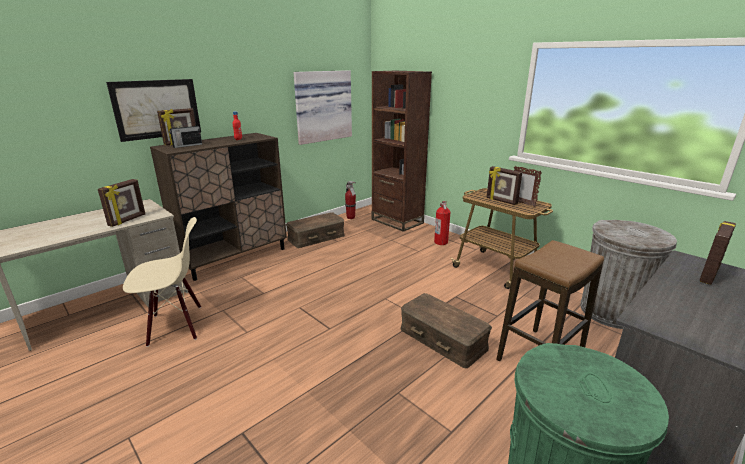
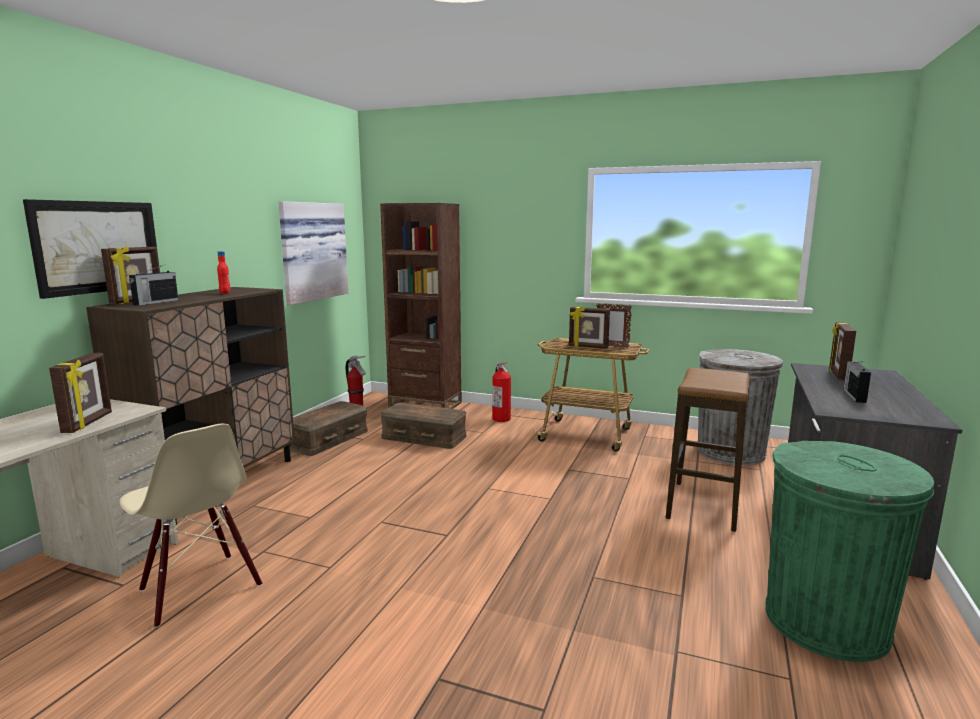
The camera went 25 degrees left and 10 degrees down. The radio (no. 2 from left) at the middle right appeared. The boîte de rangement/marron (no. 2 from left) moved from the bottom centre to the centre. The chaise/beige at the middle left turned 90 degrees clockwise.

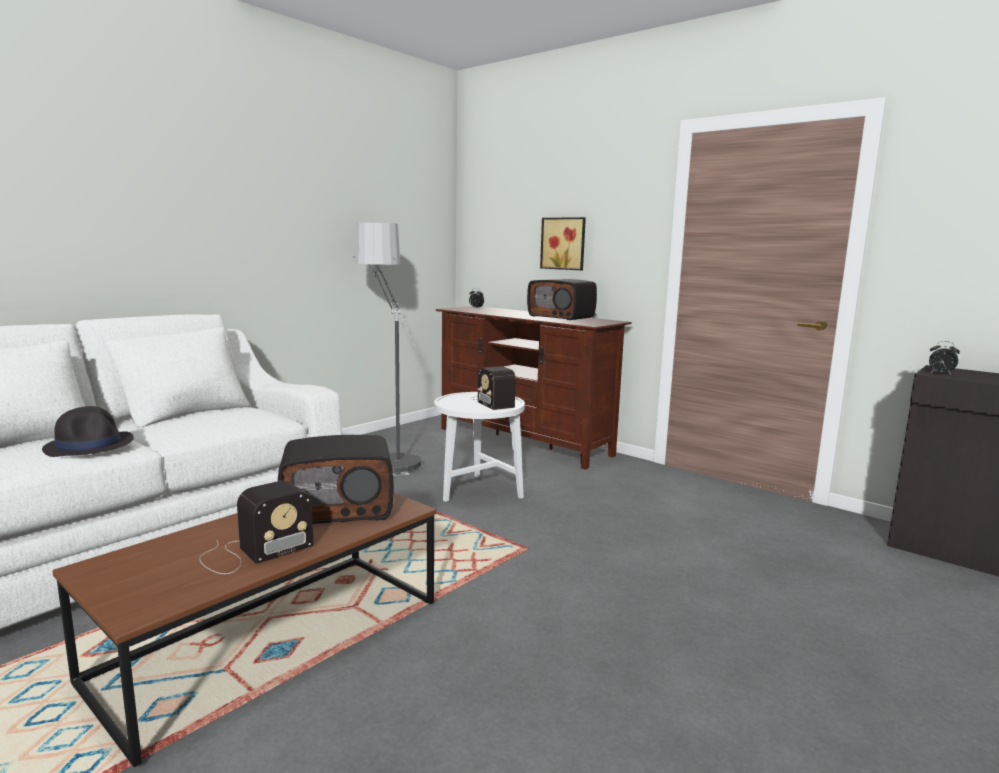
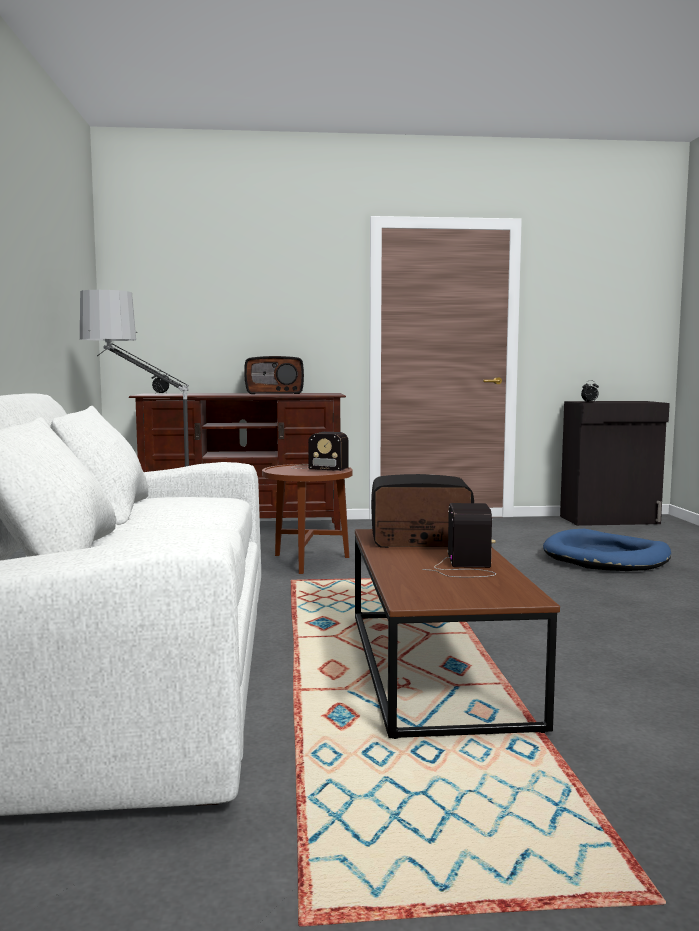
The camera went 45 degrees left and 5 degrees down. The chapeau/noir at the middle left disappeared. The tableau at the top centre disappeared. The panier pour chien/bleu at the middle right appeared. The table d'appoint/blanc at the centre became the table d'appoint/marron at the centre. The radio (no. 2 from left in the first image) at the centre turned 120 degrees counterclockwise.

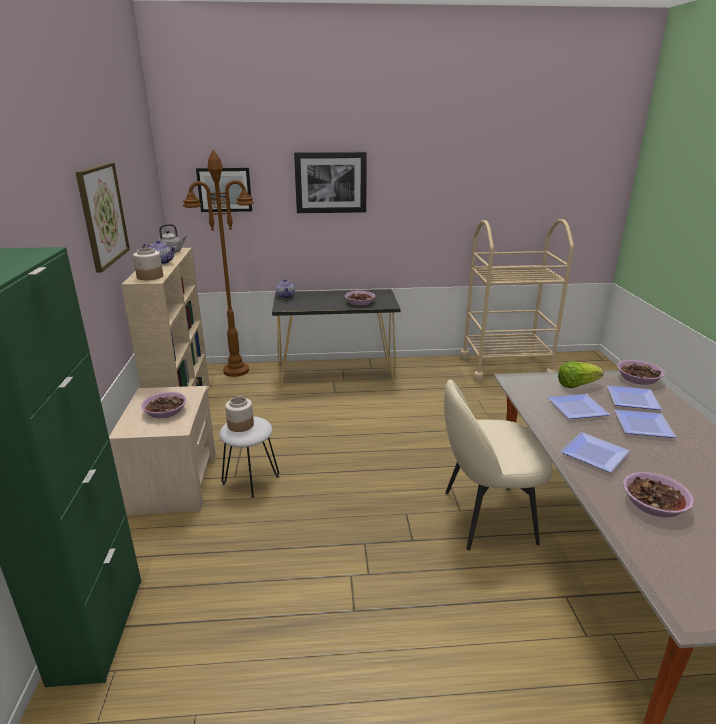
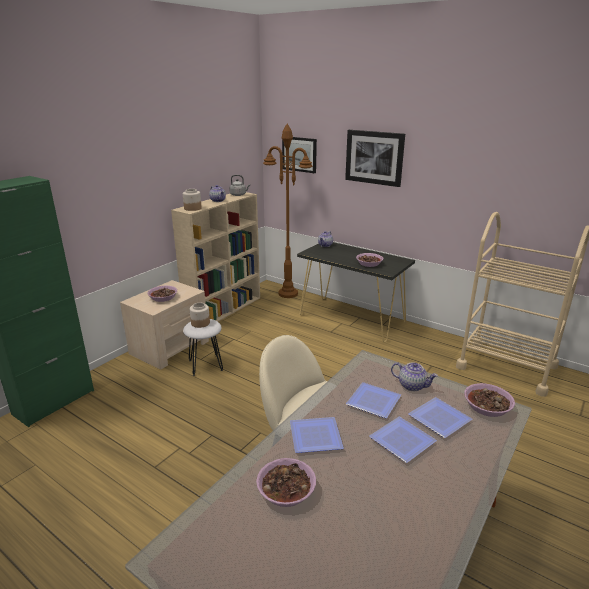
The camera went 40 degrees right and 0 degrees up. The tableau (no. 1 from left) at the top left disappeared. The laitue at the middle right was replaced by the théière (no. 3 from left) at the middle right.

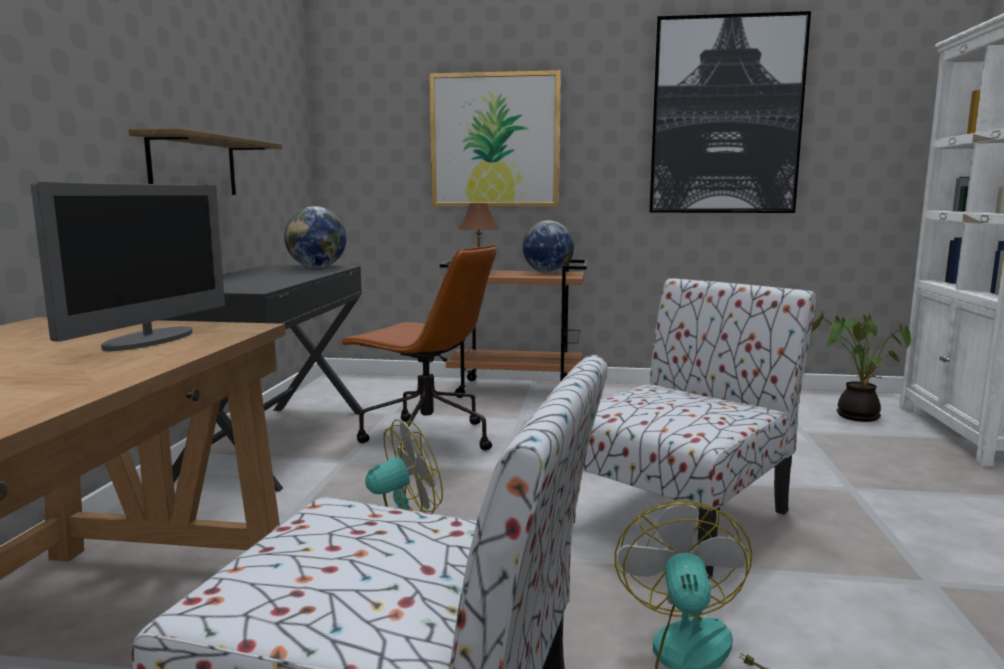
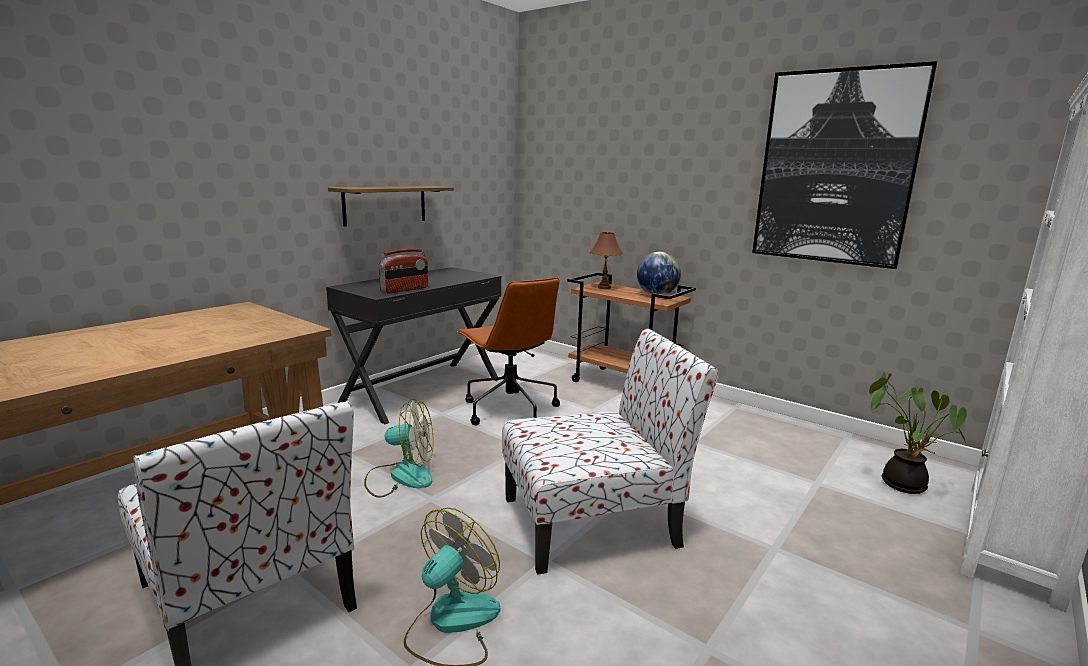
The camera went 30 degrees right and 5 degrees up. The écran d'ordinateur at the middle left disappeared. The globe (no. 1 from left) at the middle left disappeared. The tableau (no. 1 from left) at the top centre disappeared. The radio at the centre appeared.

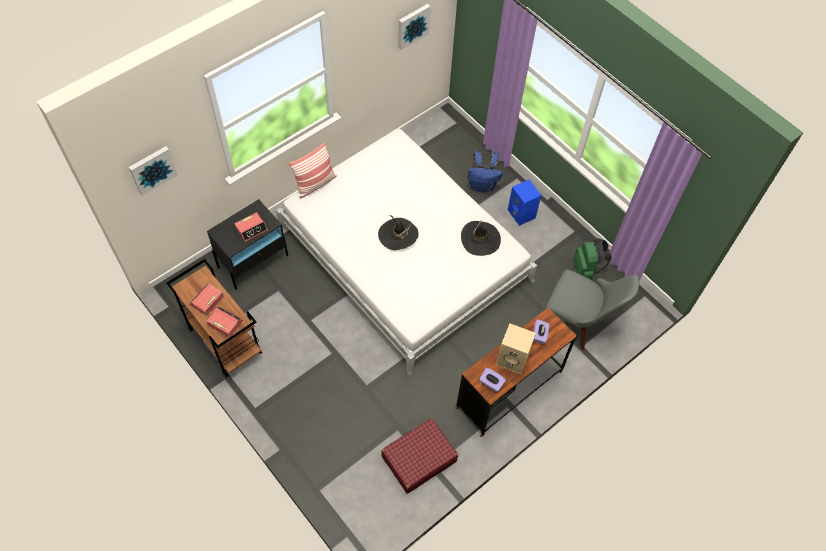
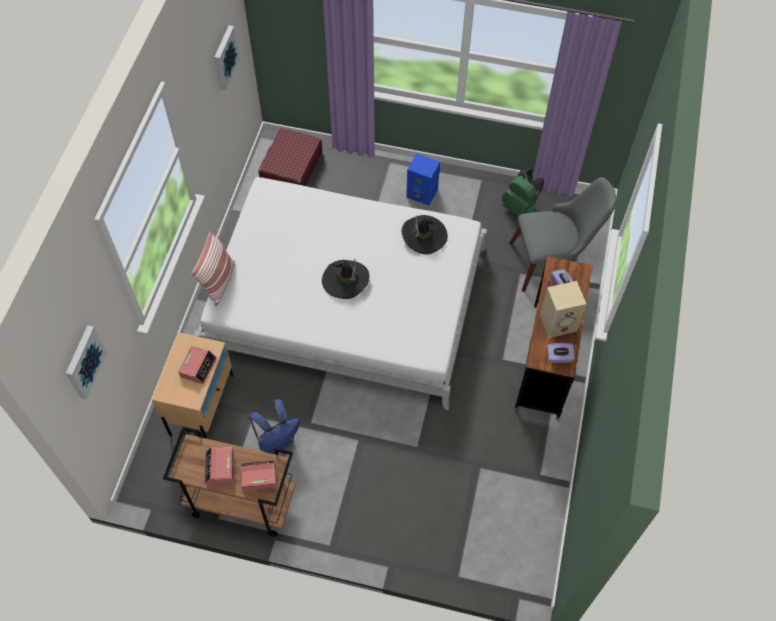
The camera went 35 degrees left and 0 degrees up. The valise/rouge moved from the bottom centre to the top centre. The sac à dos/bleu moved from the top centre to the bottom centre. The table de chevet/noir at the middle left became the table de chevet/beige at the middle left.

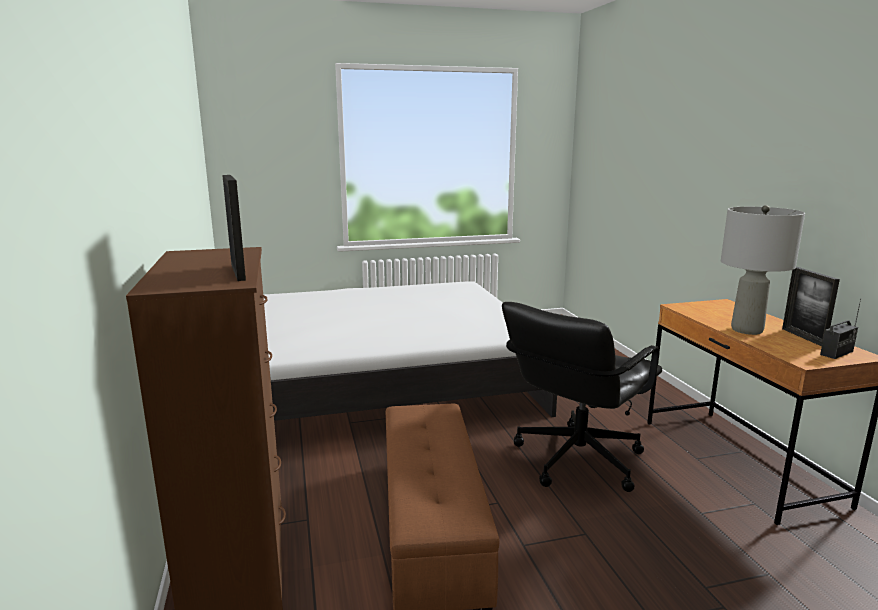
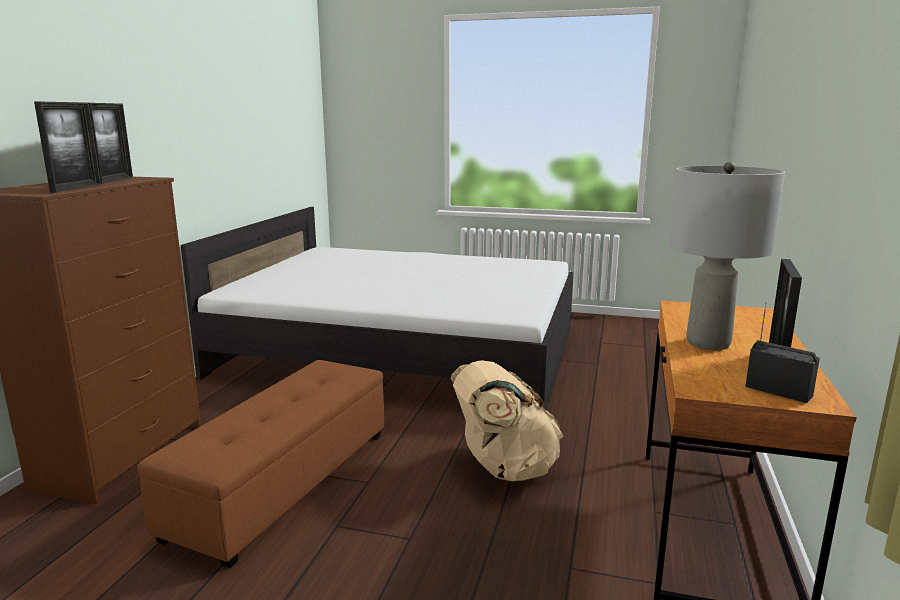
The camera went 30 degrees right and 0 degrees up. The cadre photo (no. 2 from left) at the top left appeared. The chaise de bureau/noir at the centre was replaced by the sac à dos/beige at the bottom centre. The radio at the middle right turned 135 degrees counterclockwise.

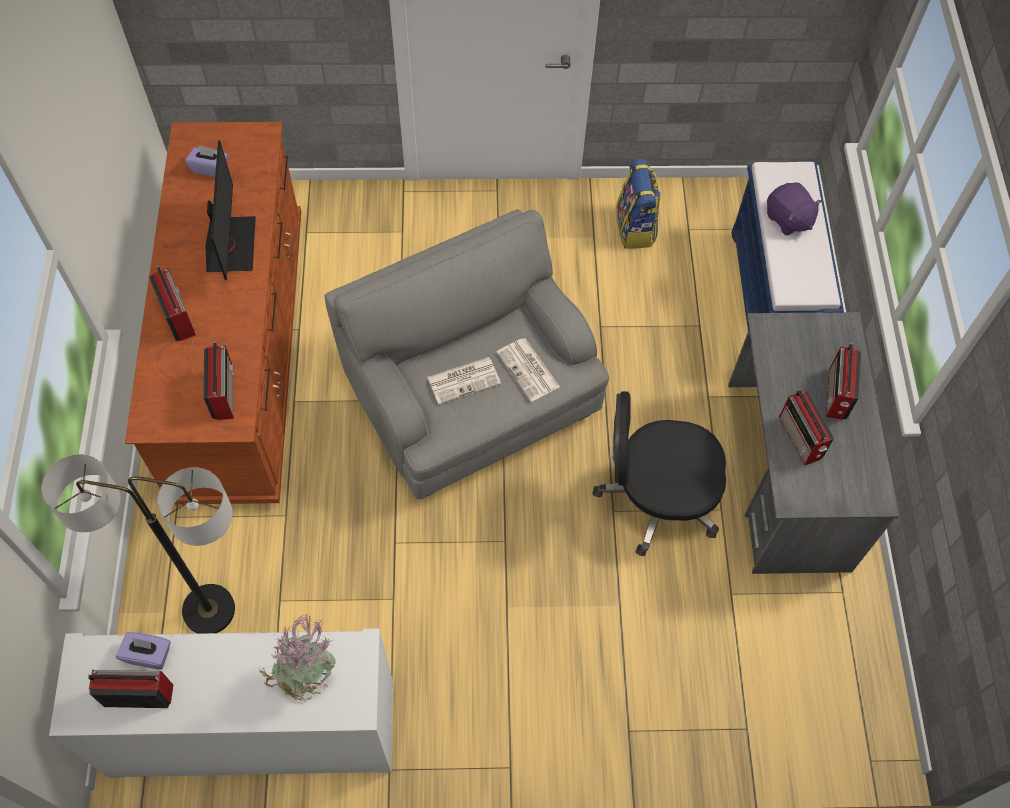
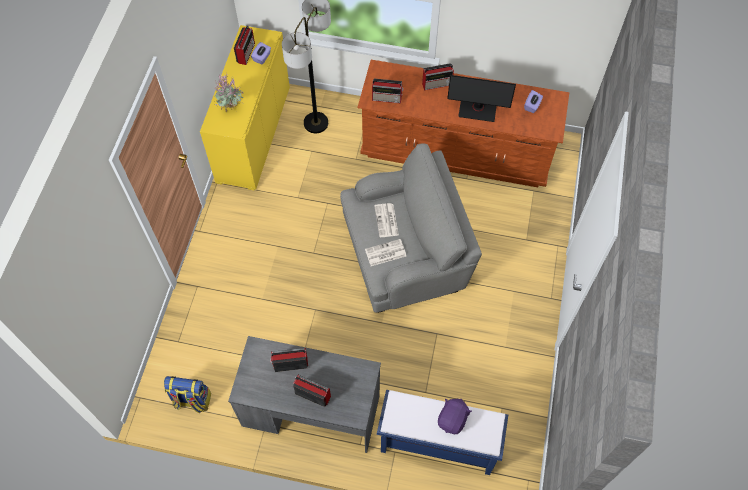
The camera went 105 degrees right and 0 degrees up. The chaise de bureau/noir at the centre disappeared. The sac à dos moved from the top centre to the bottom left. The meuble de rangement/blanc at the bottom left became the meuble de rangement/jaune at the top left. The peluche/violet at the top right turned 135 degrees clockwise.

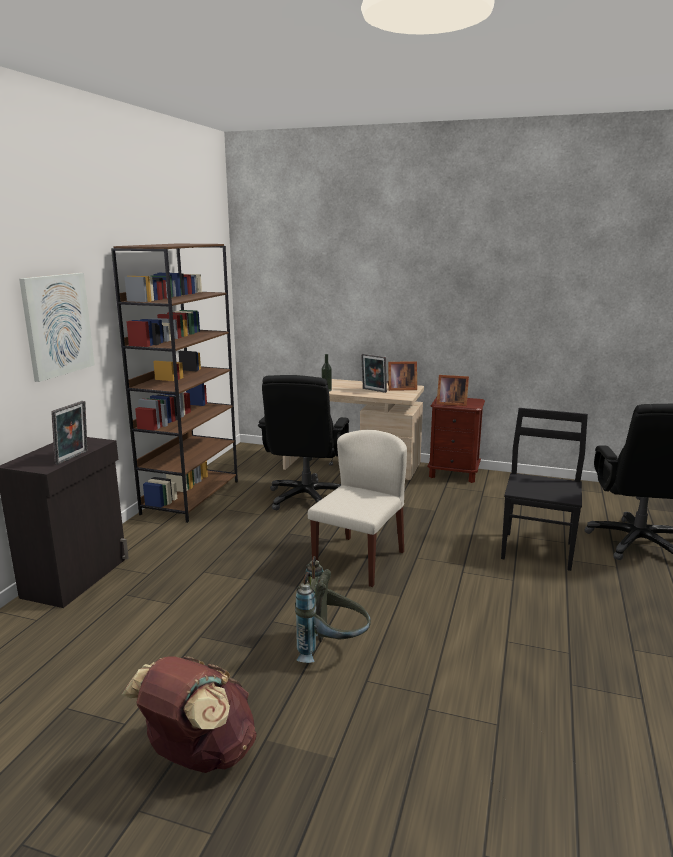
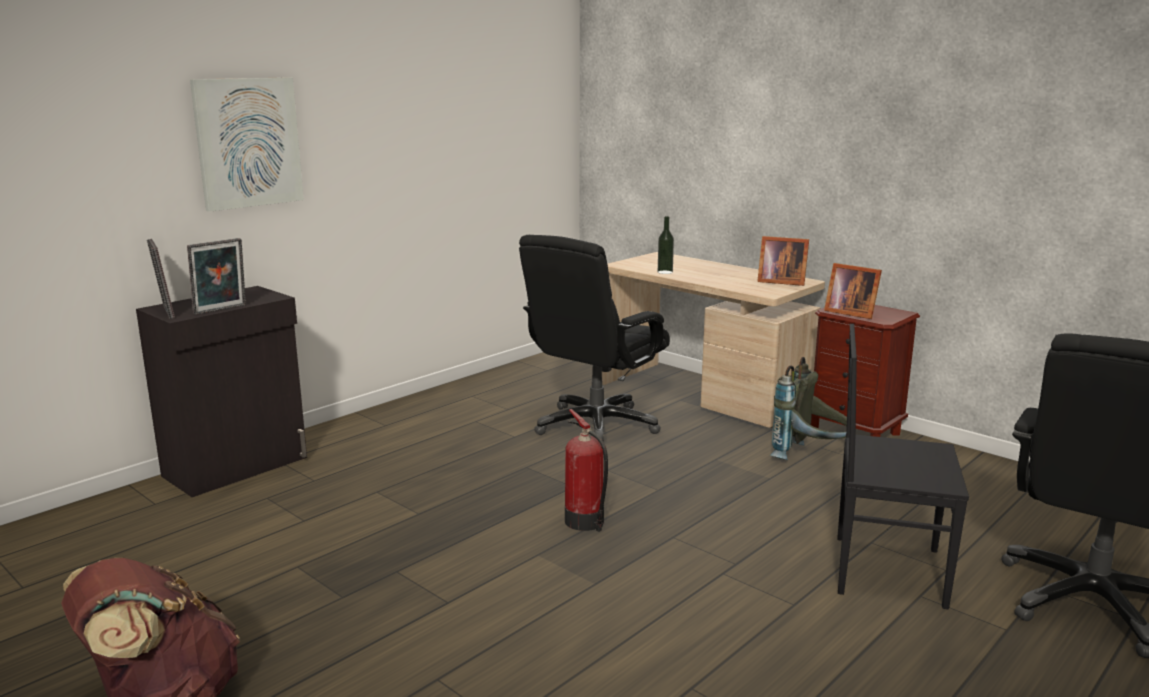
The camera went 25 degrees right and 0 degrees up. The bibliothèque/marron at the middle left disappeared. The sac à dos/gris moved from the bottom centre to the middle right. The cadre photo (no. 2 from left in the first image) moved from the centre to the middle left. The chaise/beige at the centre was replaced by the extincteur at the bottom centre. The chaise/noir at the middle right turned 120 degrees counterclockwise.

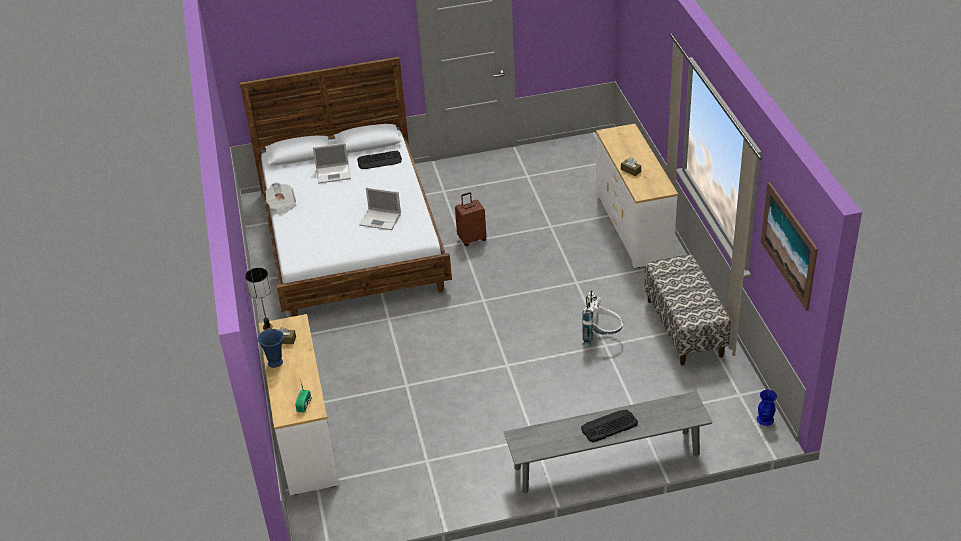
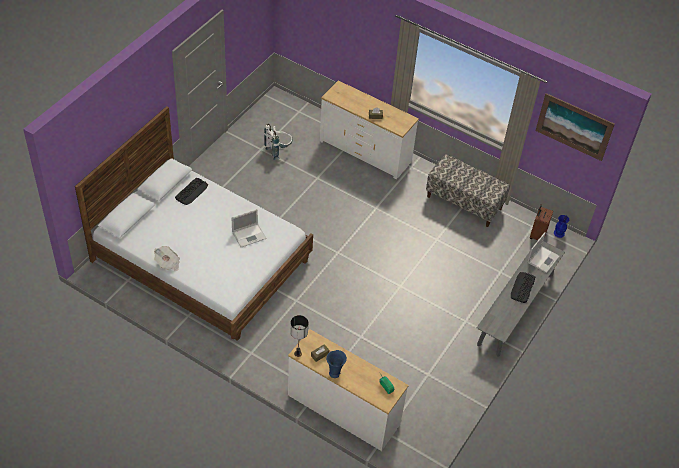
The camera went 50 degrees left and 10 degrees up. The ordinateur portable (no. 1 from left in the first image) moved from the top centre to the middle right. The valise/marron moved from the centre to the middle right. The sac à dos/blanc moved from the centre to the top centre.

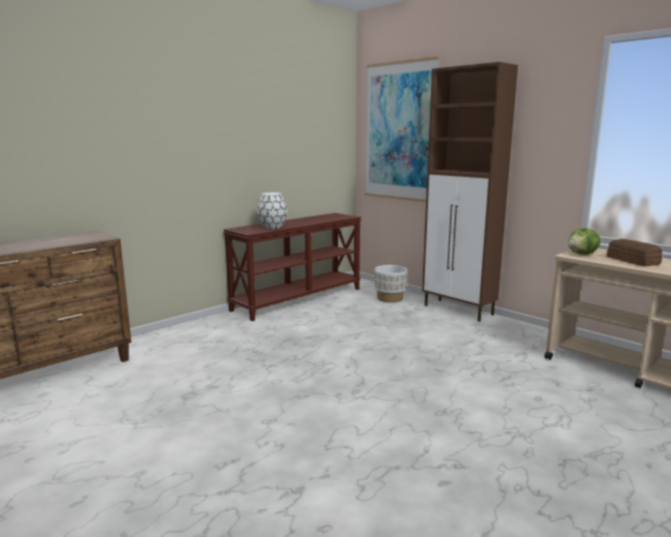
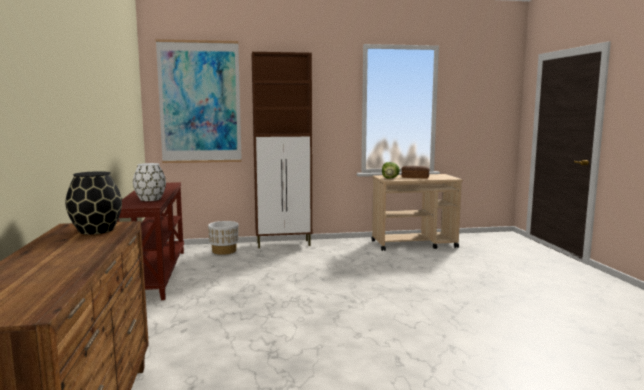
The camera went 55 degrees left and 5 degrees down. The vase/noir at the middle left appeared.

